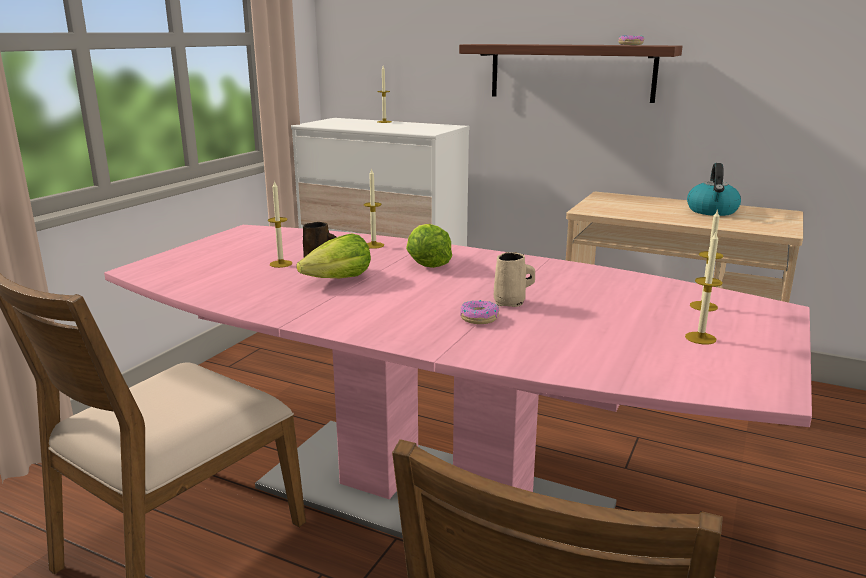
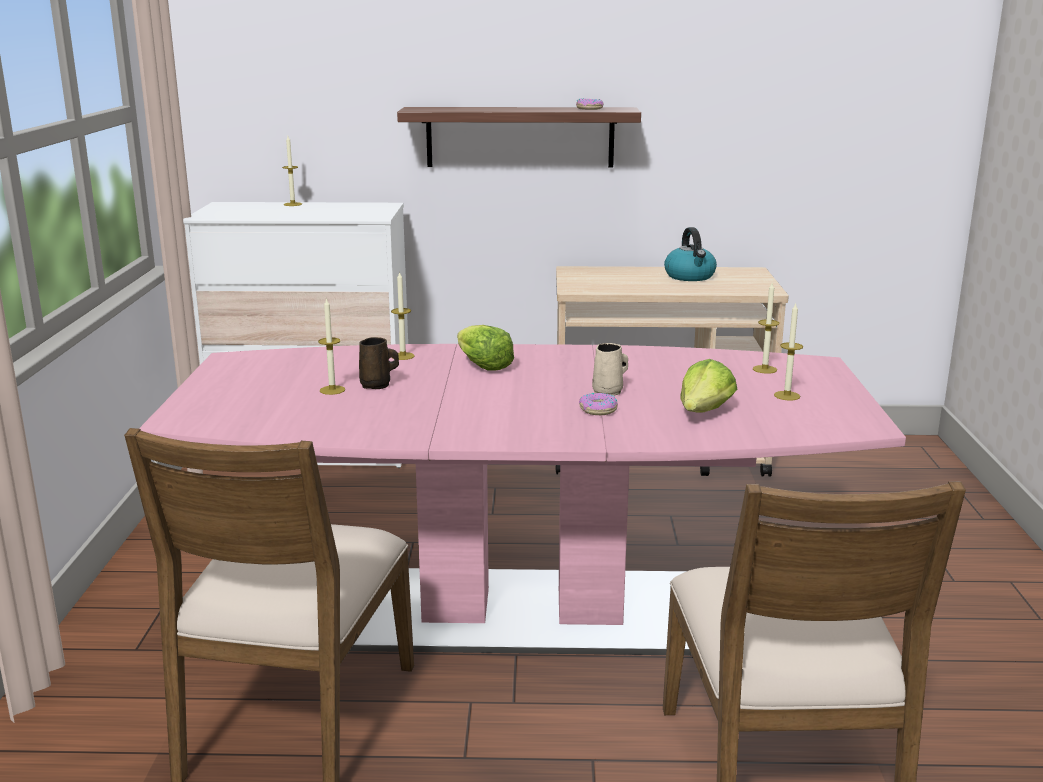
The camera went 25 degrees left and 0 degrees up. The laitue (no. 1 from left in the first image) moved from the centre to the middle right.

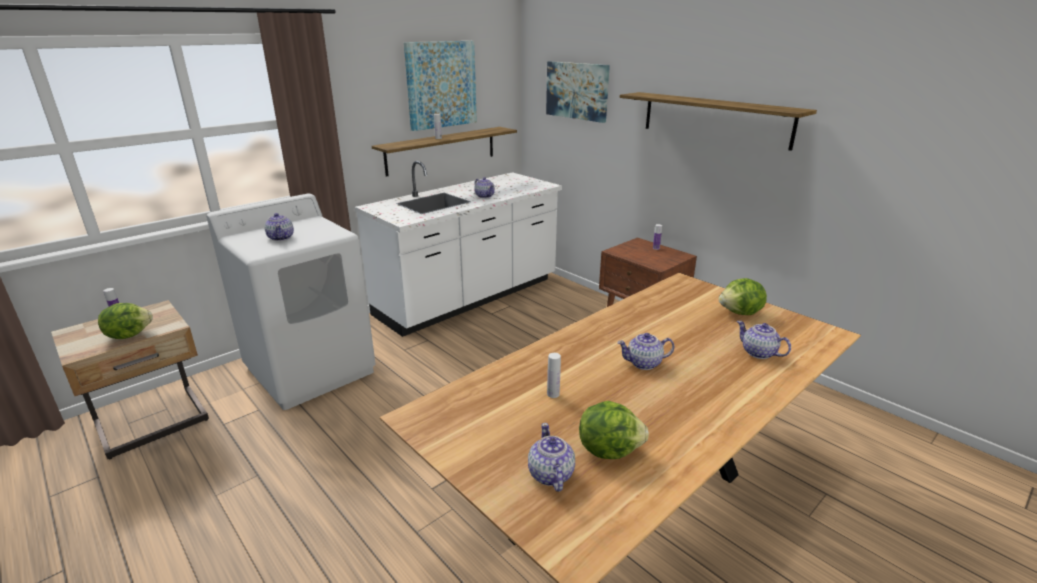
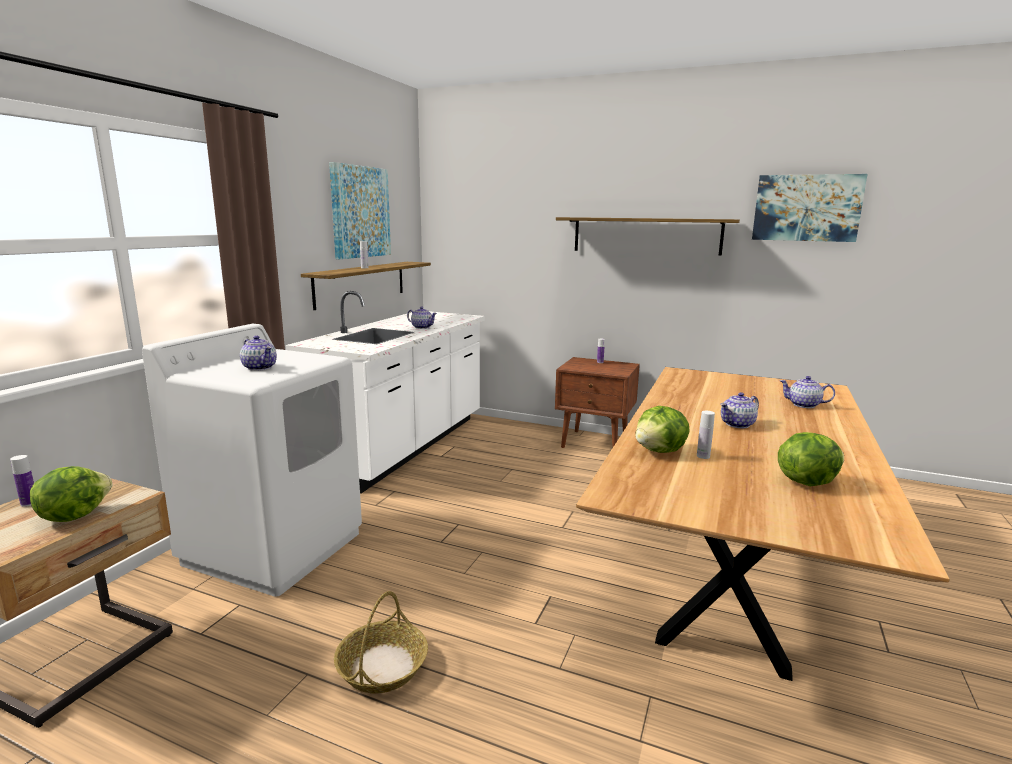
The camera went 25 degrees left and 10 degrees down. The théière (no. 3 from left) at the bottom centre disappeared. The panier at the bottom centre appeared. The tableau (no. 2 from left) moved from the top centre to the top right. The laitue (no. 3 from left in the first image) moved from the middle right to the centre.

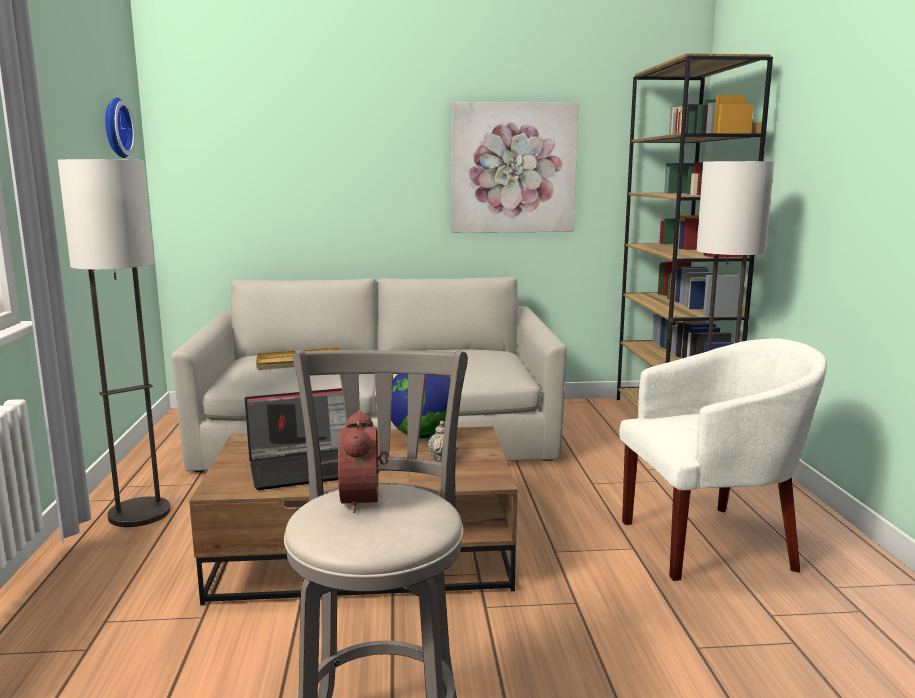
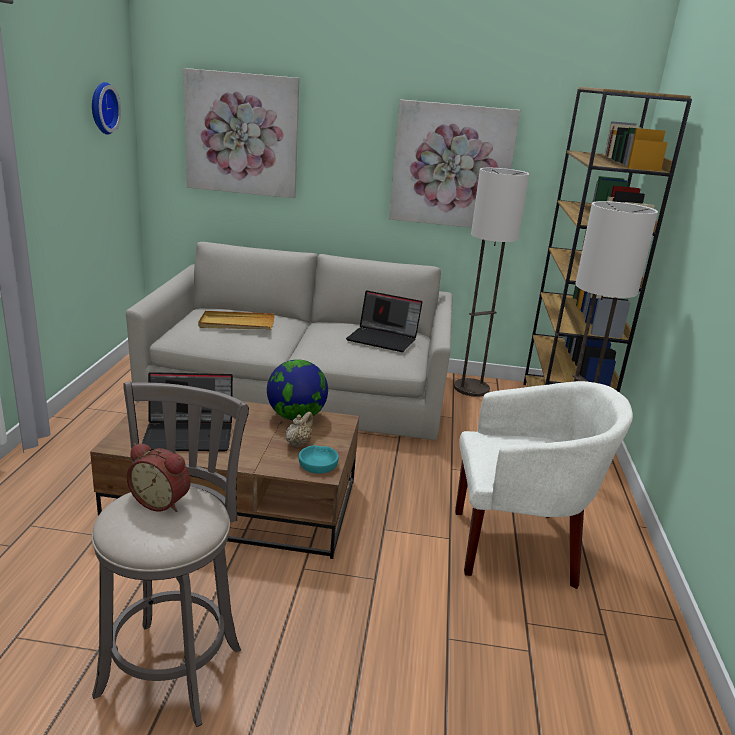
The camera went 10 degrees right and 10 degrees up. The tableau (no. 1 from left) at the top left appeared. The bol/turquoise at the centre appeared. The ordinateur portable (no. 2 from left) at the centre appeared. The lampadaire (no. 1 from left) moved from the middle left to the middle right. The réveil at the centre turned 75 degrees counterclockwise.

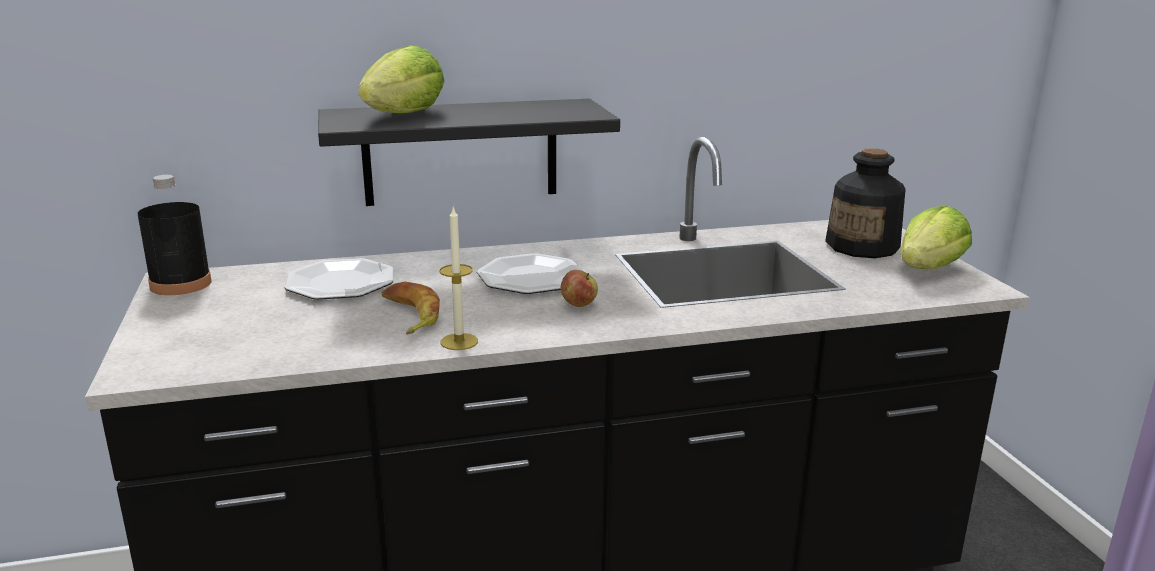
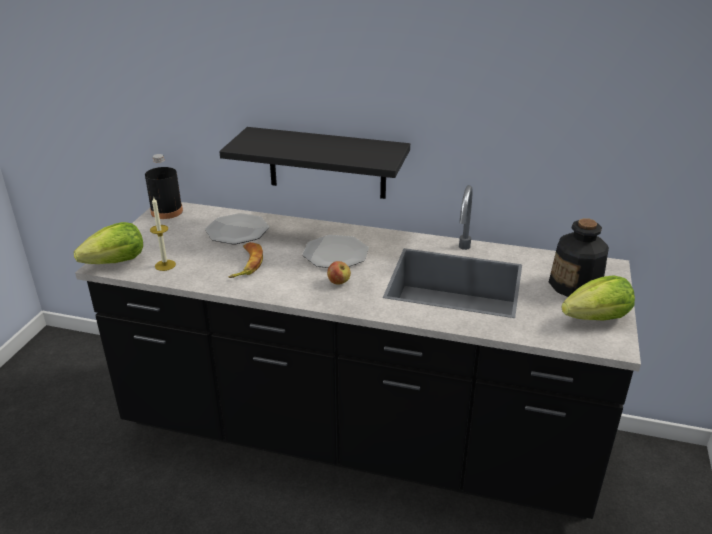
The camera went 30 degrees right and 10 degrees up. The laitue (no. 1 from left) moved from the top centre to the middle left. The bougie moved from the centre to the middle left.

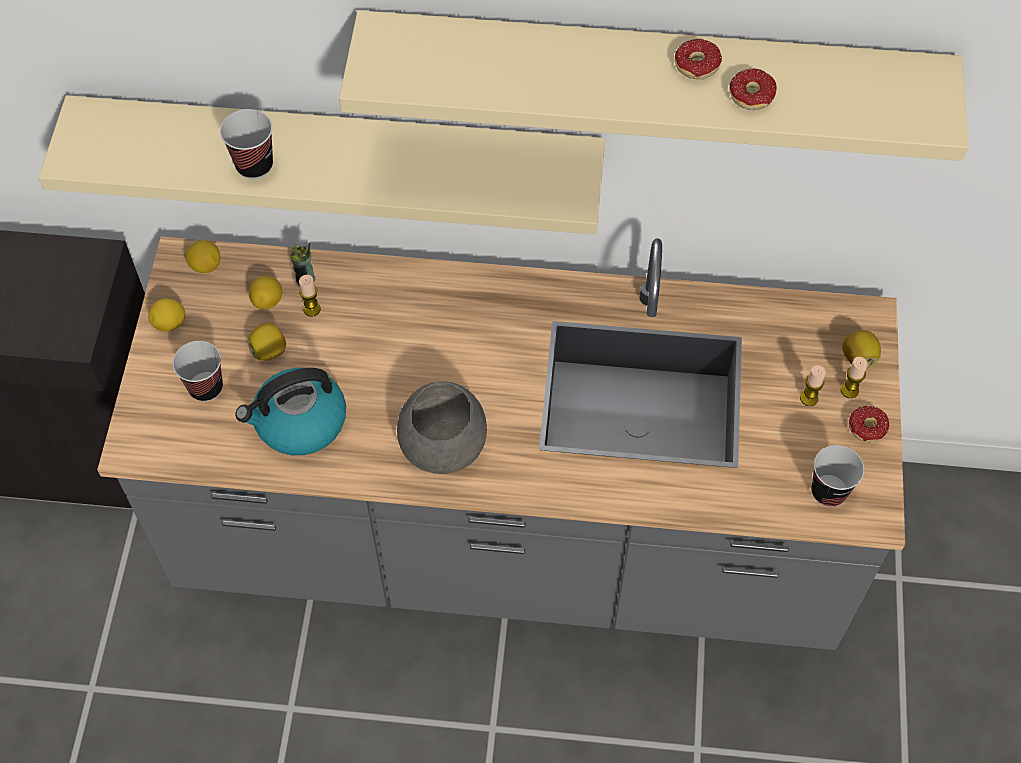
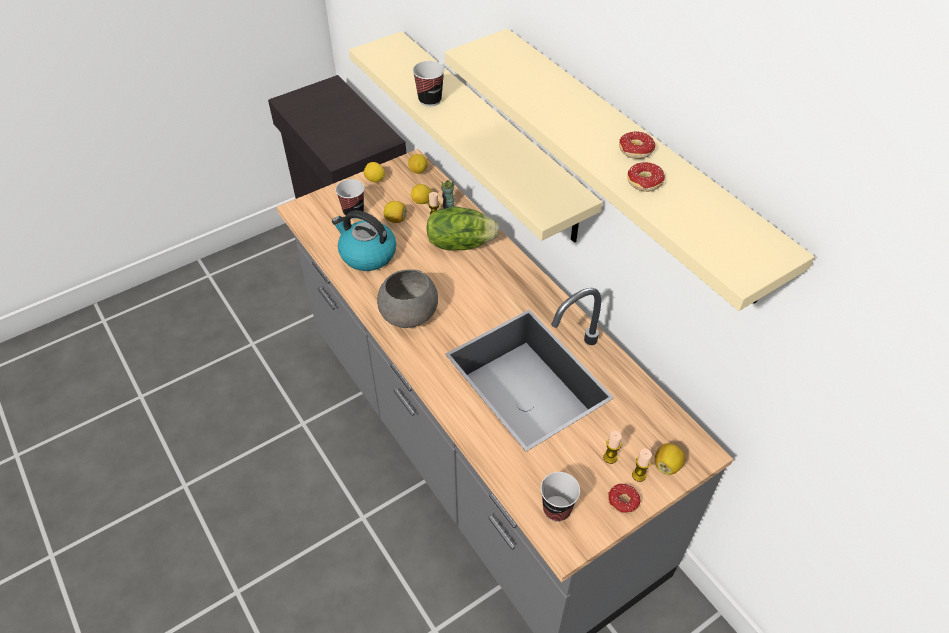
The camera went 50 degrees right and 10 degrees down. The laitue at the centre appeared.

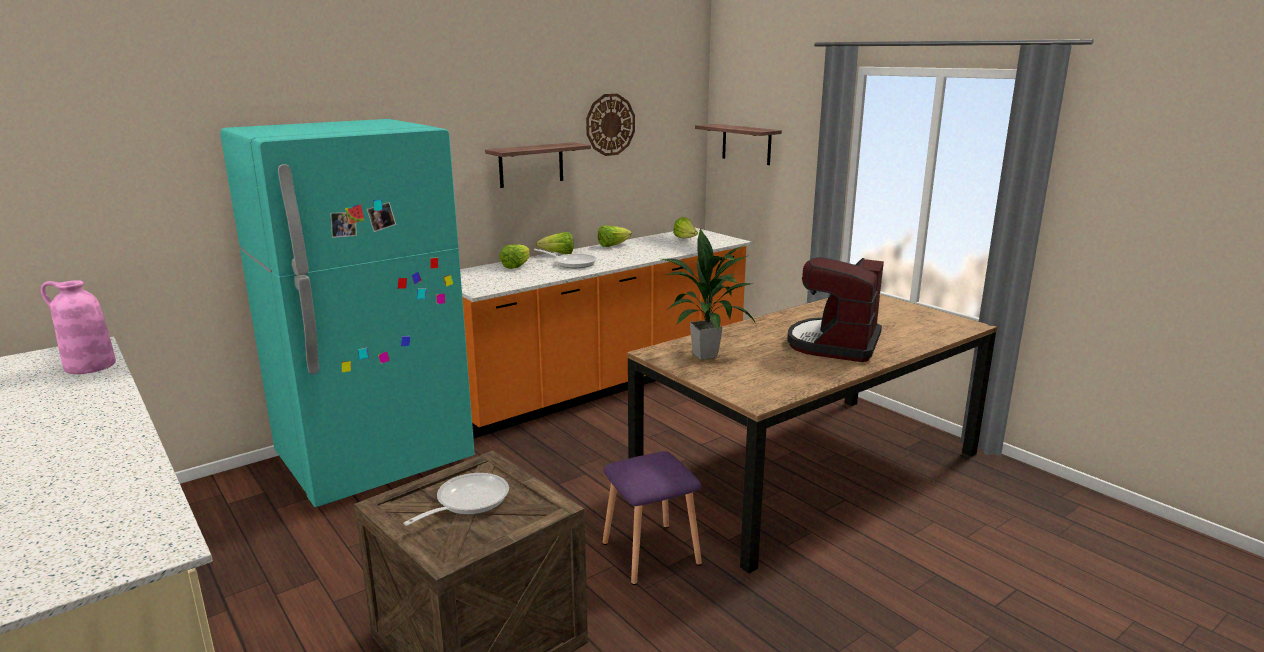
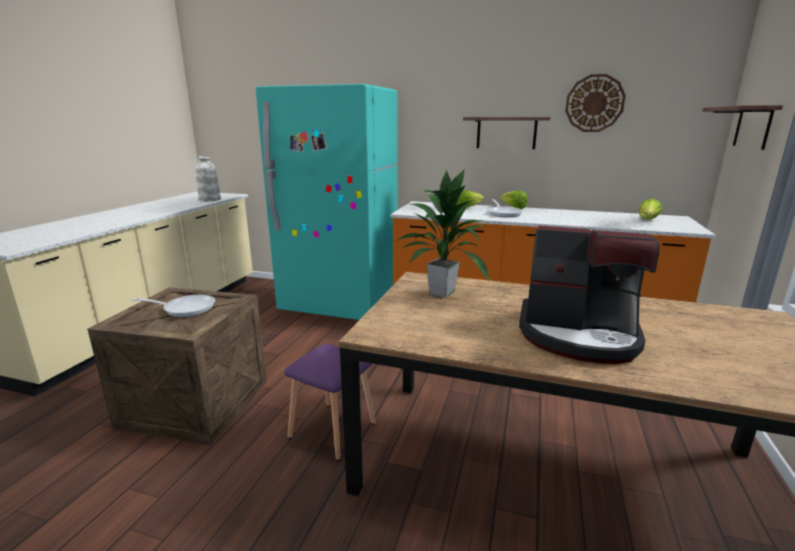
The camera went 55 degrees right and 0 degrees up. The laitue (no. 3 from left) at the centre disappeared. The vase/rose at the middle left became the vase/blanc at the top left. The machine à café at the centre turned 150 degrees counterclockwise.

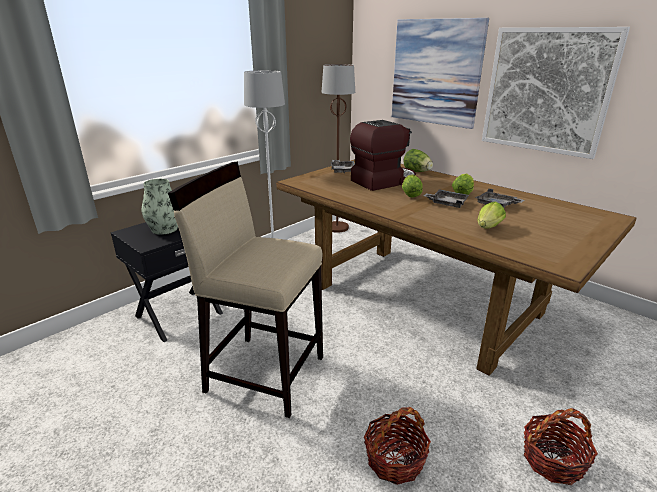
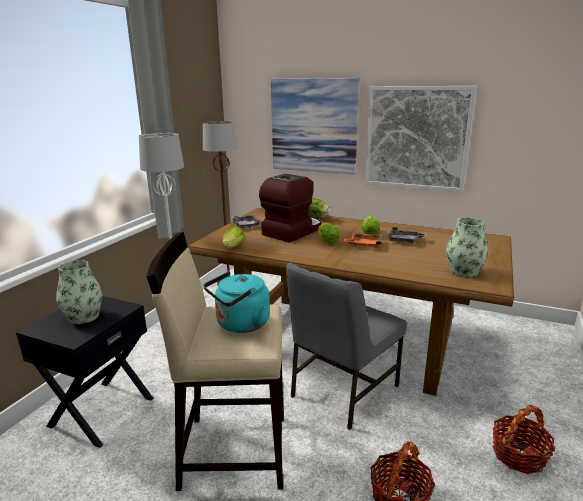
The camera went 20 degrees left and 5 degrees down. The bouilloire/turquoise at the centre appeared. The chaise/gris at the bottom centre appeared. The vase (no. 2 from left) at the middle right appeared. The laitue (no. 4 from left in the first image) moved from the middle right to the centre. The plateau/gris (no. 2 from left) at the middle right became the plateau/orange at the centre.

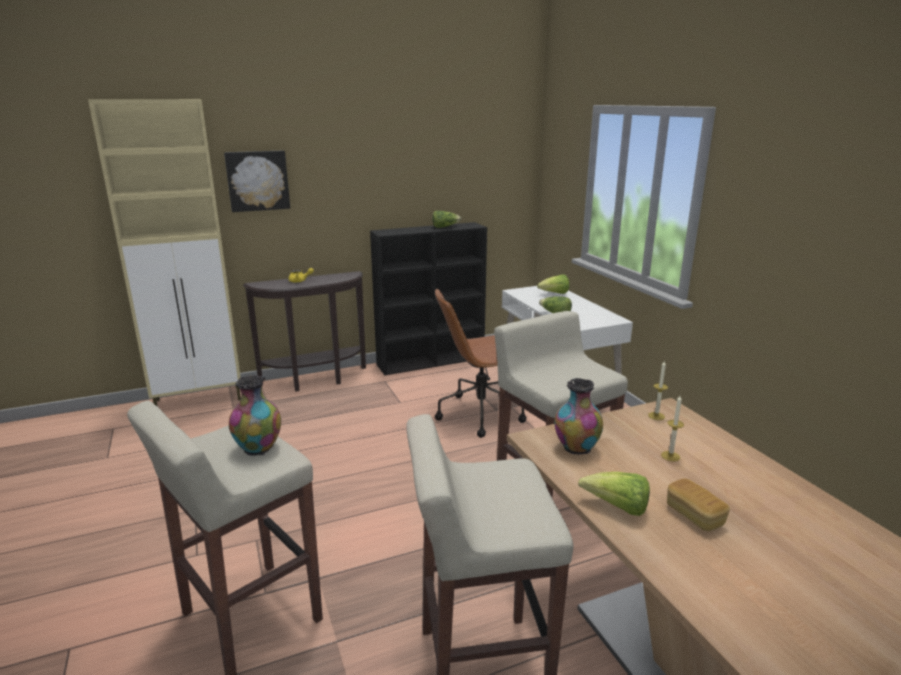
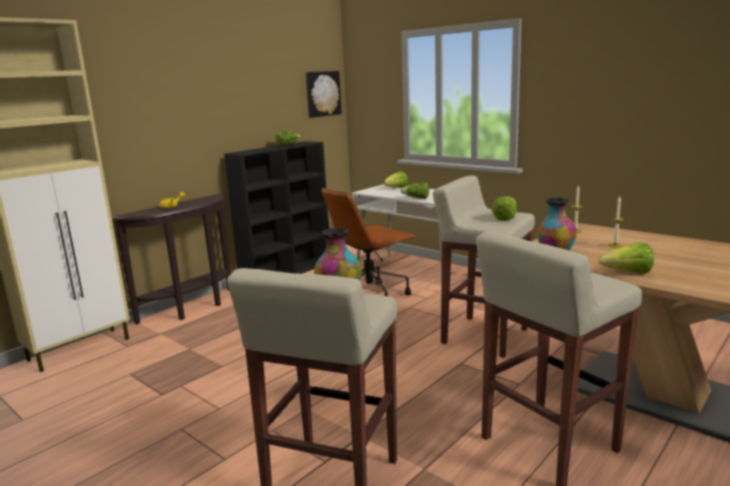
The camera went 25 degrees left and 5 degrees down. The pain at the bottom right disappeared. The laitue (no. 4 from left) at the middle right appeared. The tableau moved from the top left to the top centre.

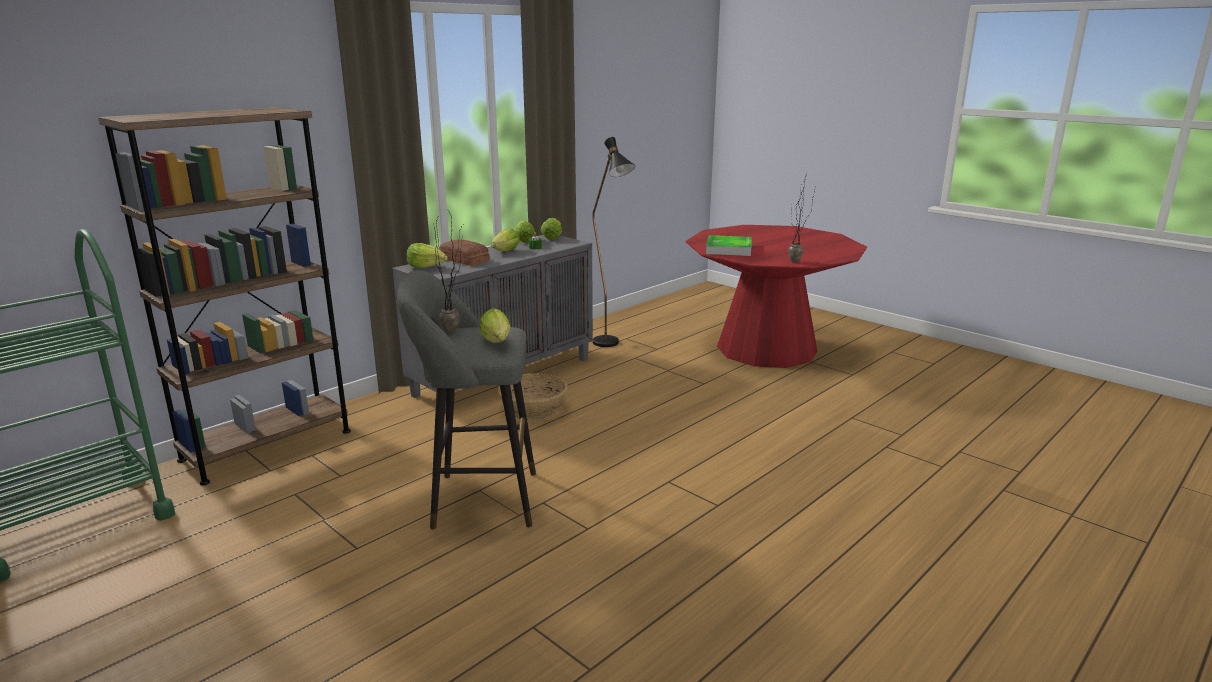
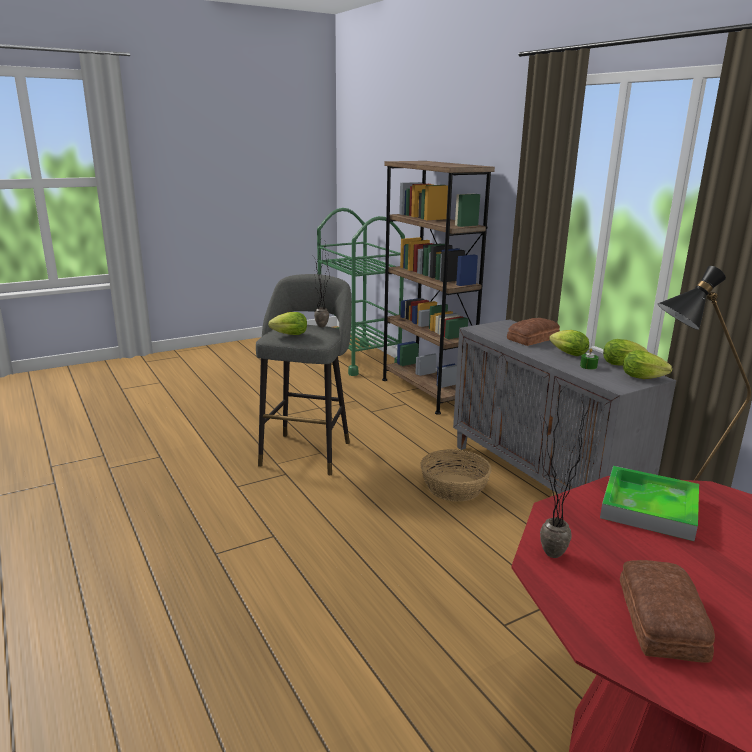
The camera went 105 degrees right and 0 degrees up. The laitue (no. 1 from left) at the centre disappeared. The pain (no. 2 from left) at the bottom right appeared.

